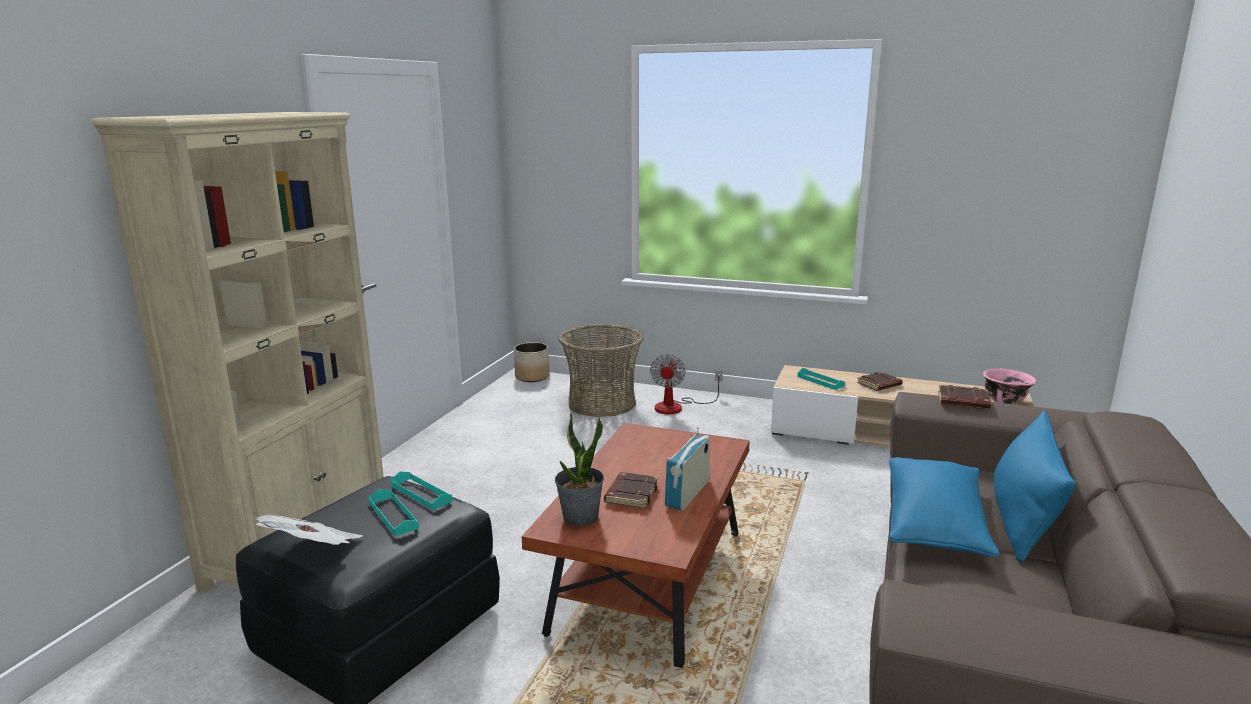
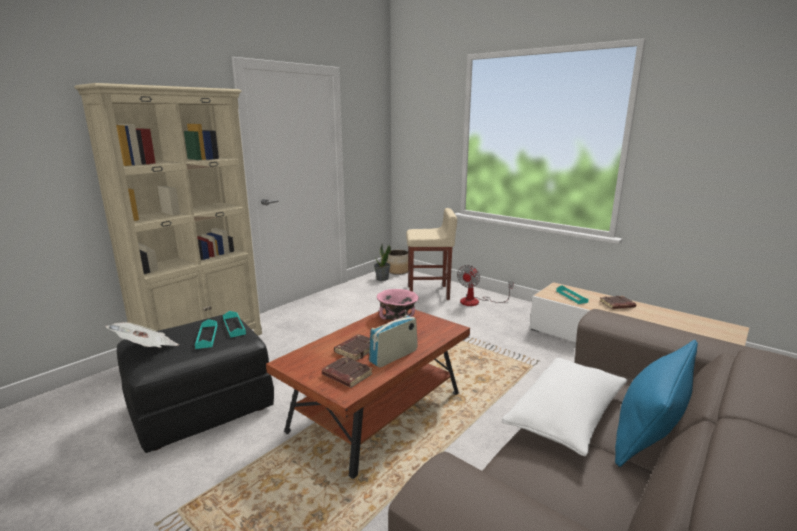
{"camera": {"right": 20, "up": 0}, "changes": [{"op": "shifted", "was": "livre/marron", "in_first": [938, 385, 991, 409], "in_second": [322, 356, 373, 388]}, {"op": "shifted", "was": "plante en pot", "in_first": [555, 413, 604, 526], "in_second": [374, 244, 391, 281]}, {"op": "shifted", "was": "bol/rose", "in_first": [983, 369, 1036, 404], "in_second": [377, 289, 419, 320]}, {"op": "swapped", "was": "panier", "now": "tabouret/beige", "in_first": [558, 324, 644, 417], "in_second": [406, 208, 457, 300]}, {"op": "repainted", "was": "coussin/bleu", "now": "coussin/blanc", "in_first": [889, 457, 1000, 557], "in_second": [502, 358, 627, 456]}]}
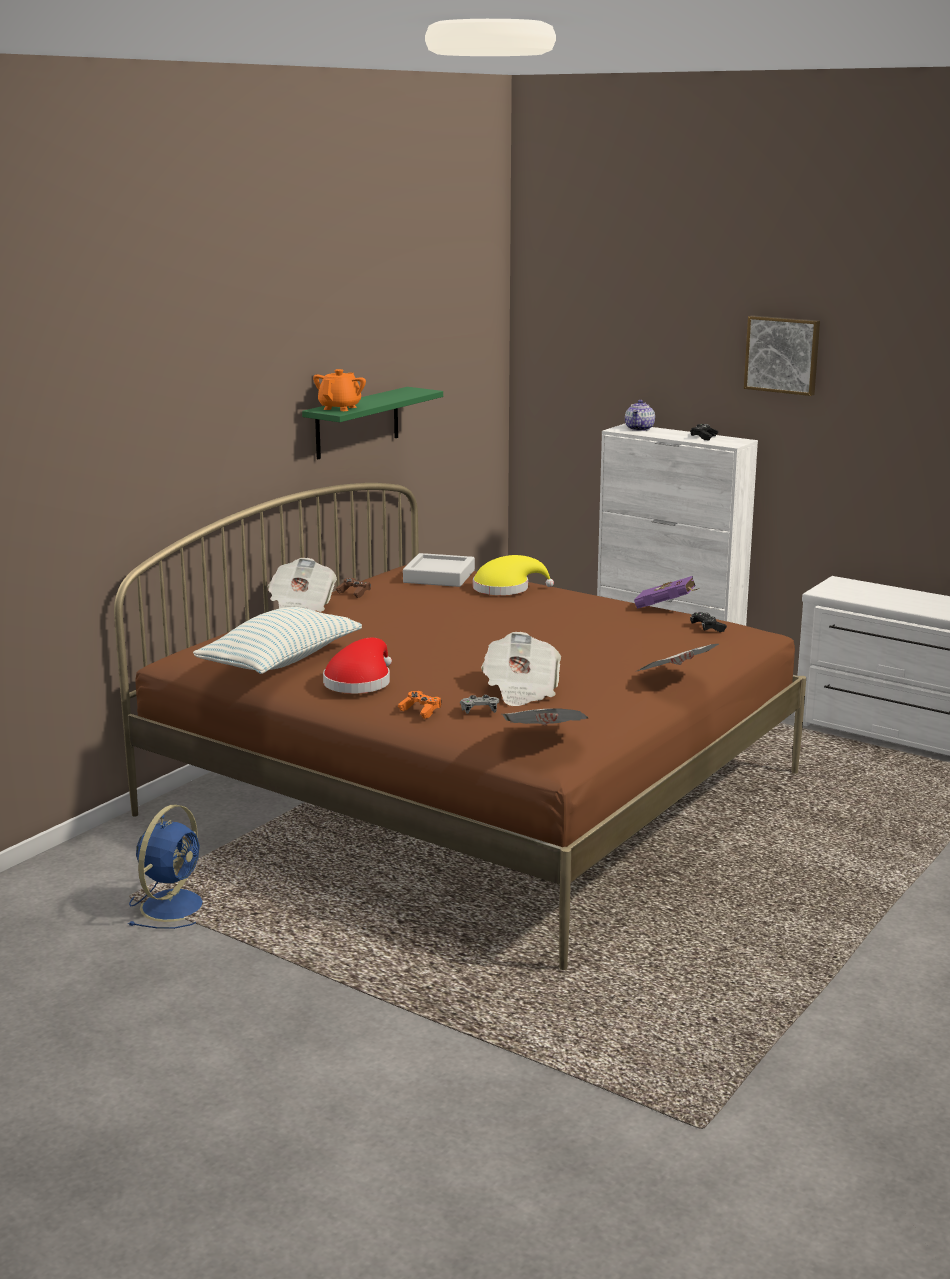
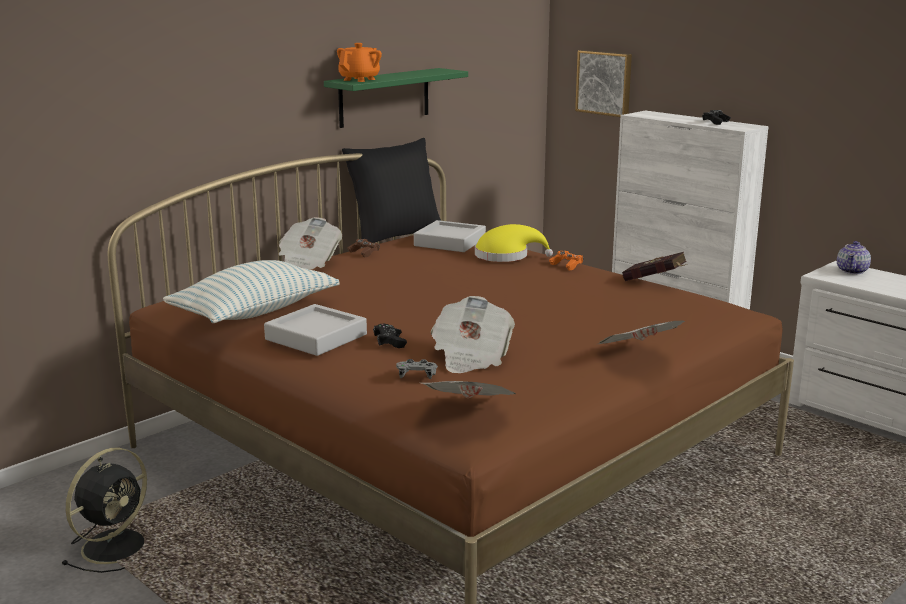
{"camera": {"right": 10, "up": 0}, "changes": [{"op": "repainted", "was": "ventilateur/bleu", "now": "ventilateur/noir", "in_first": [128, 805, 203, 929], "in_second": [61, 447, 147, 573]}, {"op": "swapped", "was": "chapeau/rouge", "now": "plateau/gris", "in_first": [323, 638, 392, 693], "in_second": [264, 304, 367, 356]}, {"op": "new", "now": "coussin/noir", "in_second": [342, 138, 441, 243]}, {"op": "shifted", "was": "manette/noir", "in_first": [690, 612, 727, 632], "in_second": [373, 324, 407, 348]}, {"op": "shifted", "was": "manette/orange", "in_first": [398, 691, 442, 719], "in_second": [549, 251, 584, 270]}, {"op": "shifted", "was": "tableau", "in_first": [744, 315, 820, 396], "in_second": [575, 50, 632, 117]}, {"op": "repainted", "was": "livre/violet", "now": "livre/rouge", "in_first": [634, 576, 700, 609], "in_second": [622, 252, 688, 281]}, {"op": "shifted", "was": "théière", "in_first": [625, 400, 655, 431], "in_second": [837, 241, 871, 274]}]}
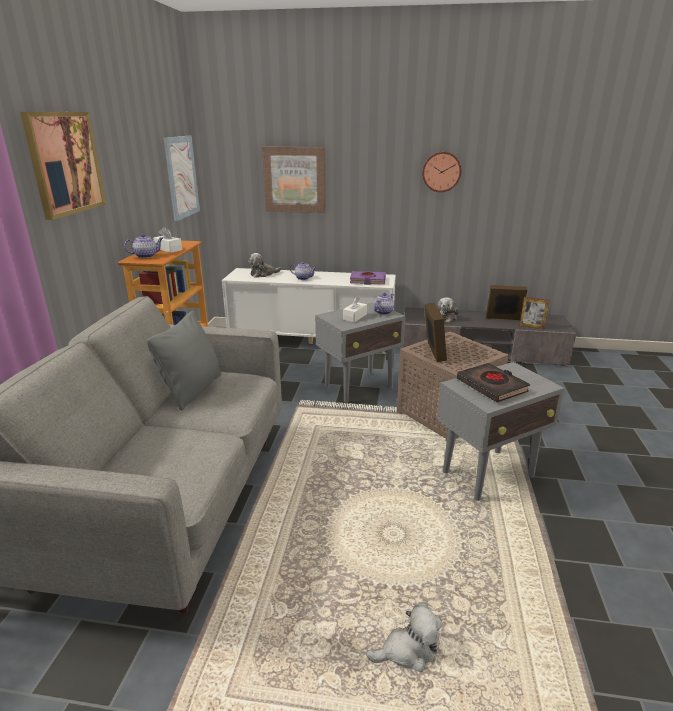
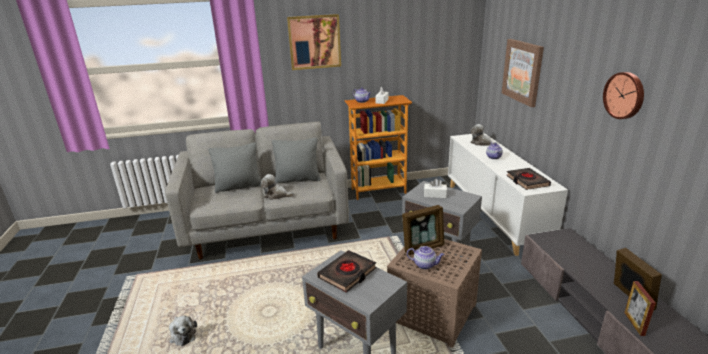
{"camera": {"right": 70, "up": 0}, "changes": [{"op": "new", "now": "coussin/gris", "in_second": [208, 142, 261, 193]}, {"op": "shifted", "was": "peluche", "in_first": [438, 297, 459, 323], "in_second": [261, 174, 294, 200]}, {"op": "shifted", "was": "théière", "in_first": [373, 293, 394, 315], "in_second": [407, 246, 444, 269]}, {"op": "repainted", "was": "livre/violet", "now": "livre/noir", "in_first": [350, 271, 386, 285], "in_second": [506, 168, 551, 190]}, {"op": "gone", "was": "tableau", "in_first": [163, 135, 200, 221]}]}
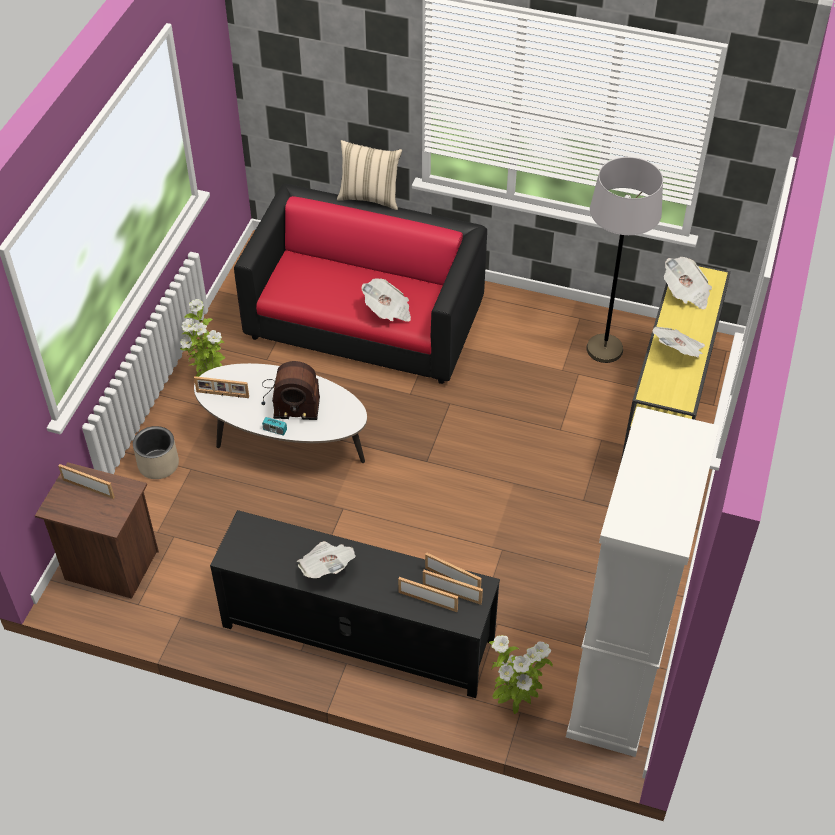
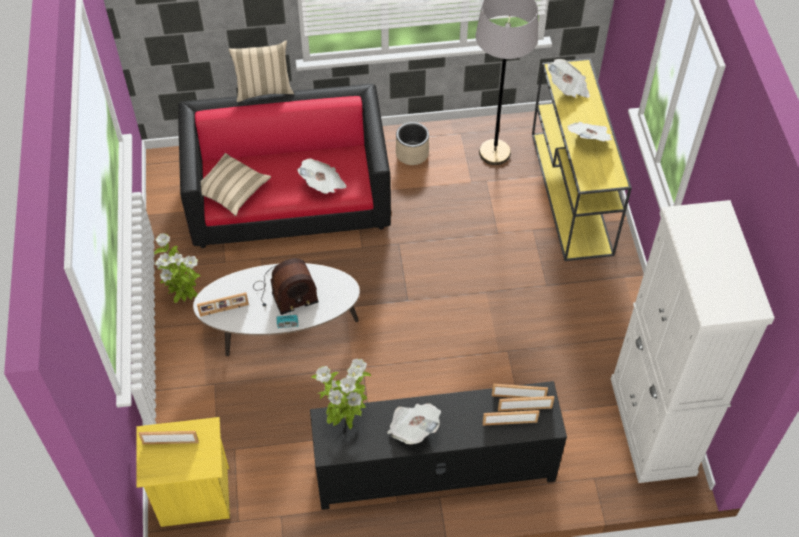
{"camera": {"right": -25, "up": 5}, "changes": [{"op": "repainted", "was": "table de chevet/marron", "now": "table de chevet/jaune", "in_first": [35, 462, 159, 599], "in_second": [136, 417, 230, 527]}, {"op": "new", "now": "coussin/beige", "in_second": [201, 153, 271, 216]}, {"op": "shifted", "was": "plante en pot", "in_first": [489, 635, 553, 714], "in_second": [311, 359, 371, 429]}, {"op": "shifted", "was": "cache-pot/beige", "in_first": [133, 426, 179, 479], "in_second": [396, 122, 429, 165]}]}
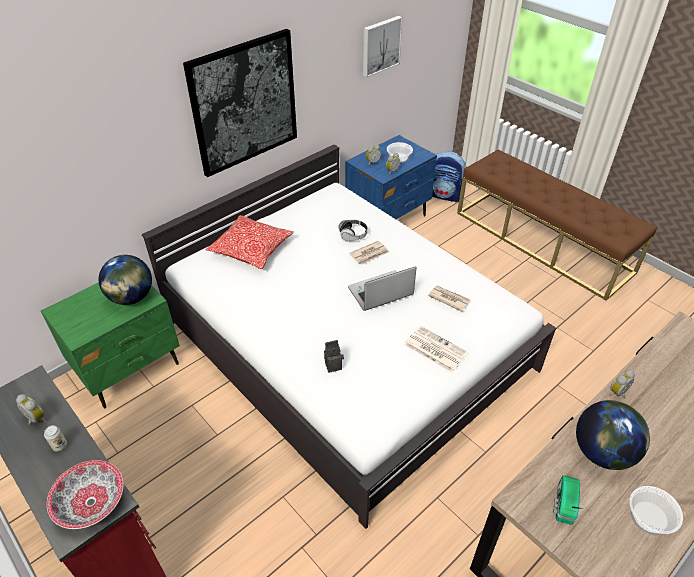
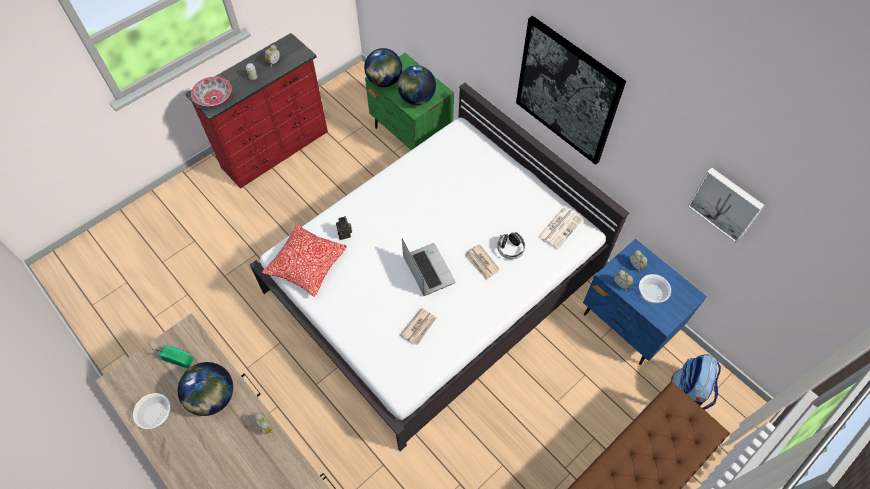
{"camera": {"right": 90, "up": 15}, "changes": [{"op": "shifted", "was": "coussin", "in_first": [206, 215, 294, 269], "in_second": [262, 224, 347, 297]}, {"op": "new", "now": "globe", "in_second": [364, 48, 402, 87]}, {"op": "shifted", "was": "journal", "in_first": [404, 326, 469, 373], "in_second": [538, 207, 583, 250]}]}
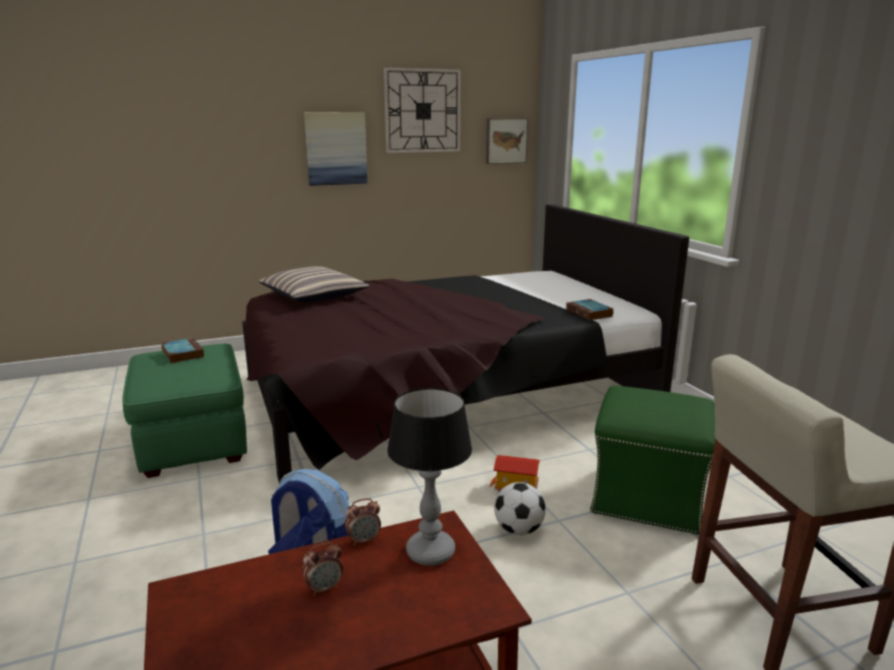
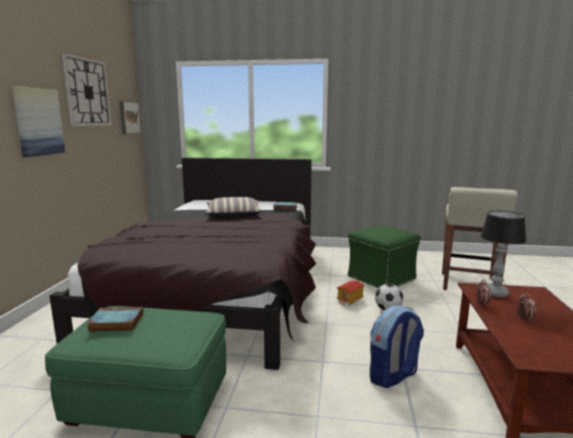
{"camera": {"right": -60, "up": -5}, "changes": [{"op": "shifted", "was": "coussin", "in_first": [259, 266, 369, 303], "in_second": [205, 197, 262, 218]}]}
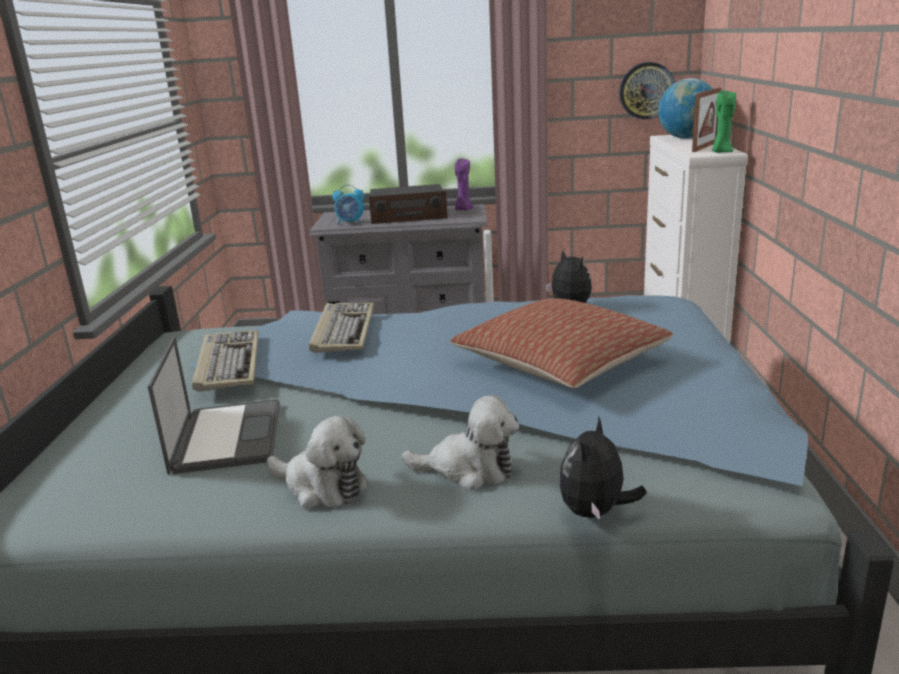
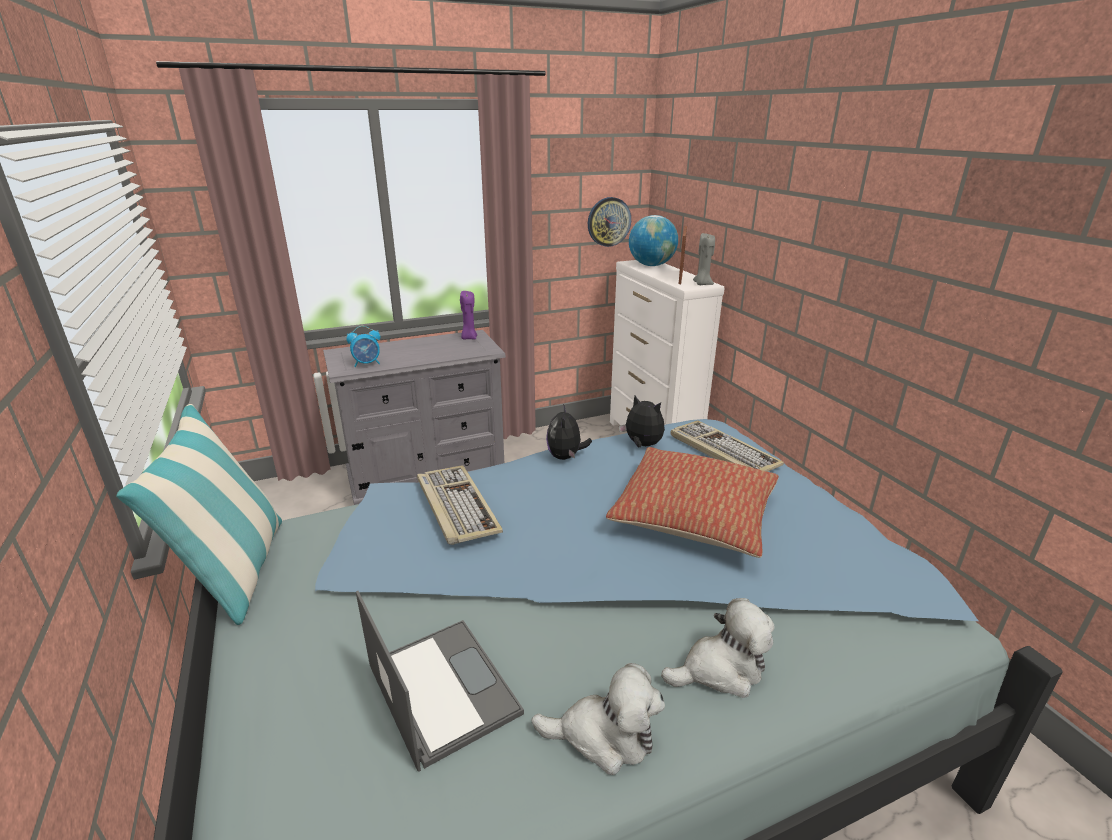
{"camera": {"right": -25, "up": 5}, "changes": [{"op": "new", "now": "coussin", "in_second": [116, 404, 282, 625]}, {"op": "shifted", "was": "peluche", "in_first": [559, 415, 647, 520], "in_second": [546, 404, 592, 460]}, {"op": "shifted", "was": "clavier", "in_first": [192, 330, 259, 392], "in_second": [671, 420, 784, 472]}, {"op": "repainted", "was": "bougie/vert", "now": "bougie/gris", "in_first": [712, 91, 736, 153], "in_second": [693, 233, 715, 285]}, {"op": "gone", "was": "radio", "in_first": [369, 184, 448, 224]}]}
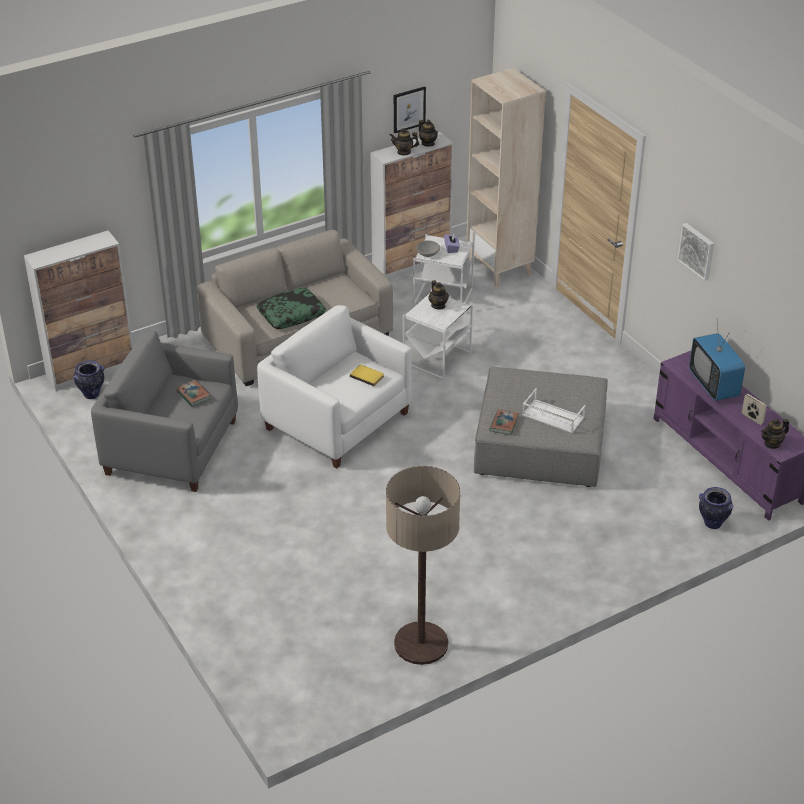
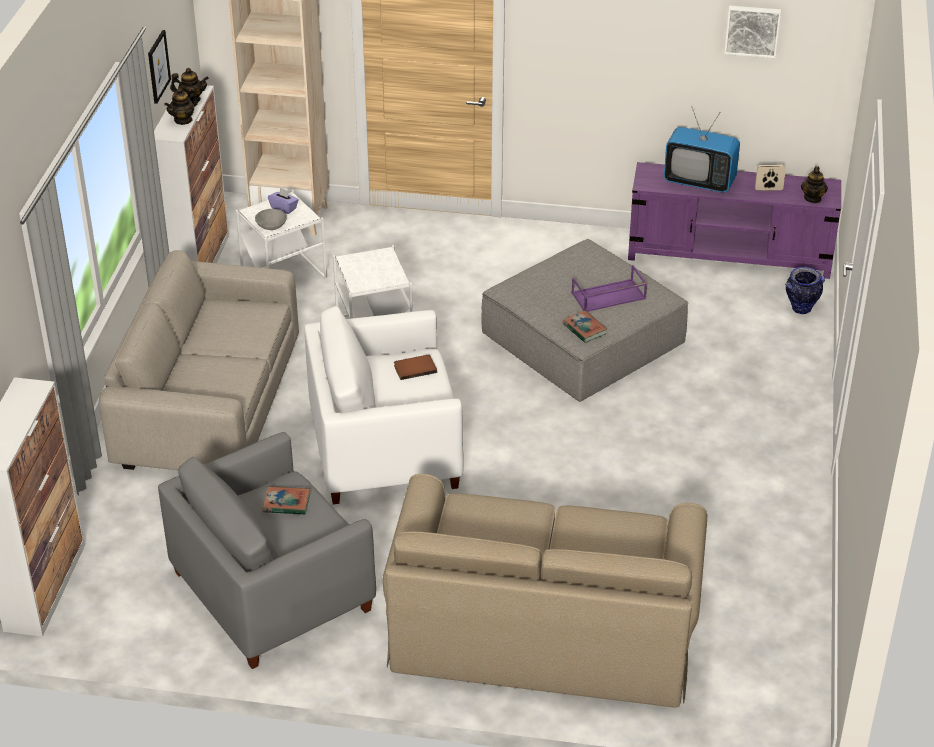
{"camera": {"right": -50, "up": 0}, "changes": [{"op": "new", "now": "canapé/beige", "in_second": [383, 474, 707, 707]}, {"op": "repainted", "was": "livre/jaune", "now": "livre/marron", "in_first": [350, 365, 384, 386], "in_second": [394, 355, 437, 380]}, {"op": "repainted", "was": "plateau/blanc", "now": "plateau/violet", "in_first": [522, 388, 585, 433], "in_second": [572, 265, 647, 312]}, {"op": "shifted", "was": "tableau", "in_first": [678, 223, 714, 281], "in_second": [724, 6, 781, 58]}, {"op": "gone", "was": "vase", "in_first": [73, 360, 104, 399]}, {"op": "gone", "was": "coussin", "in_first": [256, 288, 326, 329]}, {"op": "gone", "was": "lampadaire", "in_first": [386, 466, 460, 665]}, {"op": "gone", "was": "théière", "in_first": [428, 280, 449, 310]}]}
